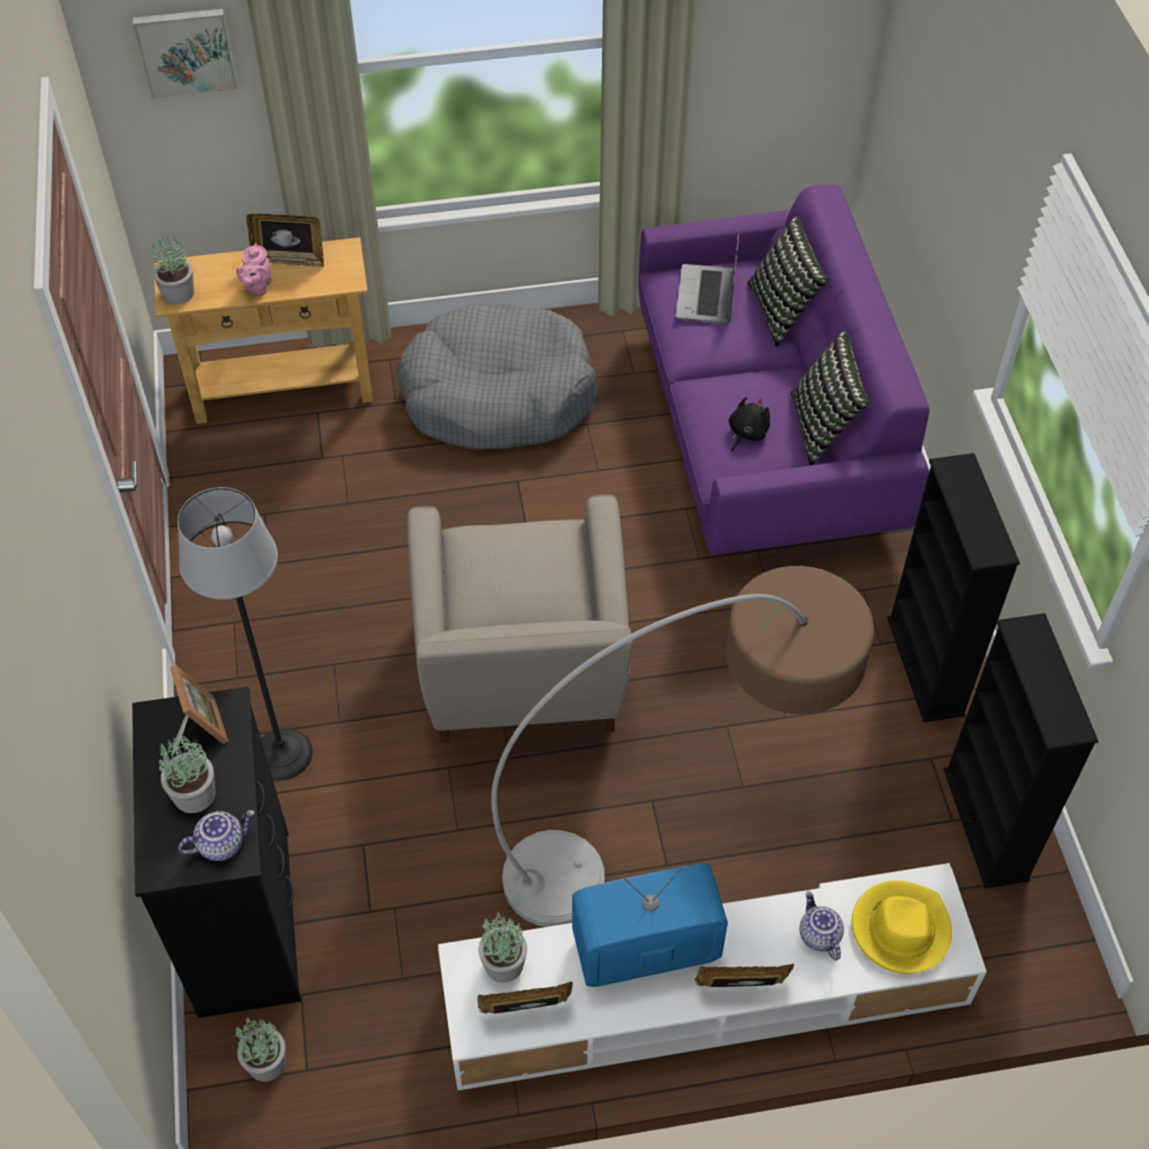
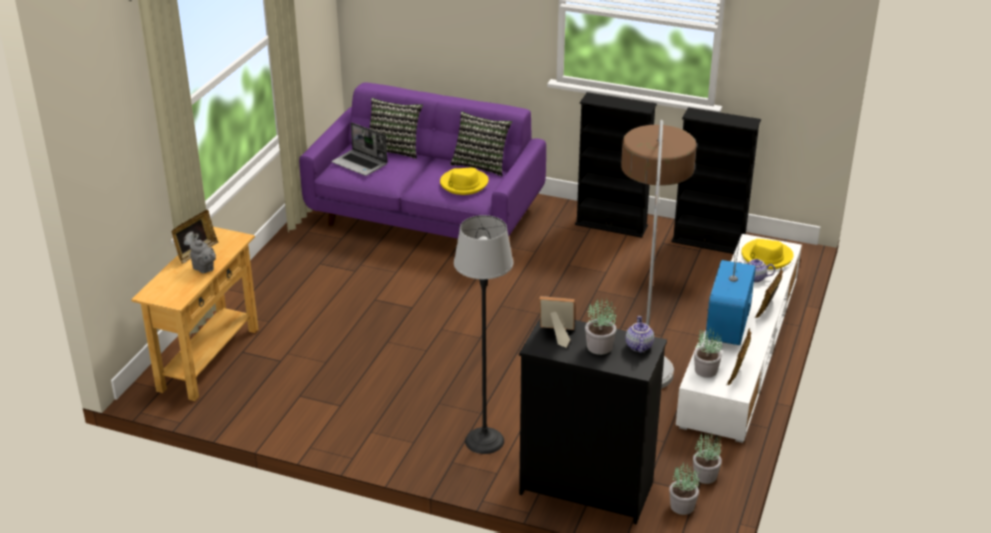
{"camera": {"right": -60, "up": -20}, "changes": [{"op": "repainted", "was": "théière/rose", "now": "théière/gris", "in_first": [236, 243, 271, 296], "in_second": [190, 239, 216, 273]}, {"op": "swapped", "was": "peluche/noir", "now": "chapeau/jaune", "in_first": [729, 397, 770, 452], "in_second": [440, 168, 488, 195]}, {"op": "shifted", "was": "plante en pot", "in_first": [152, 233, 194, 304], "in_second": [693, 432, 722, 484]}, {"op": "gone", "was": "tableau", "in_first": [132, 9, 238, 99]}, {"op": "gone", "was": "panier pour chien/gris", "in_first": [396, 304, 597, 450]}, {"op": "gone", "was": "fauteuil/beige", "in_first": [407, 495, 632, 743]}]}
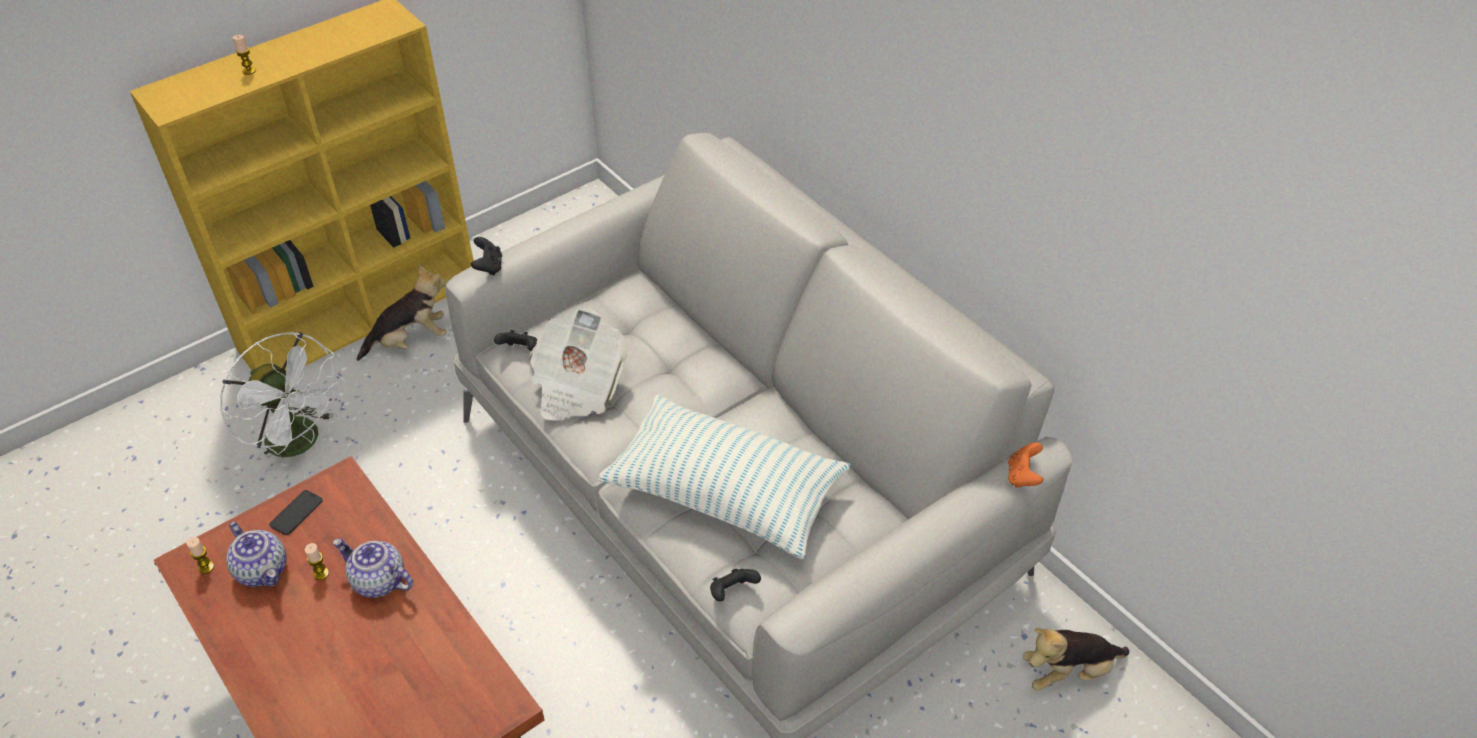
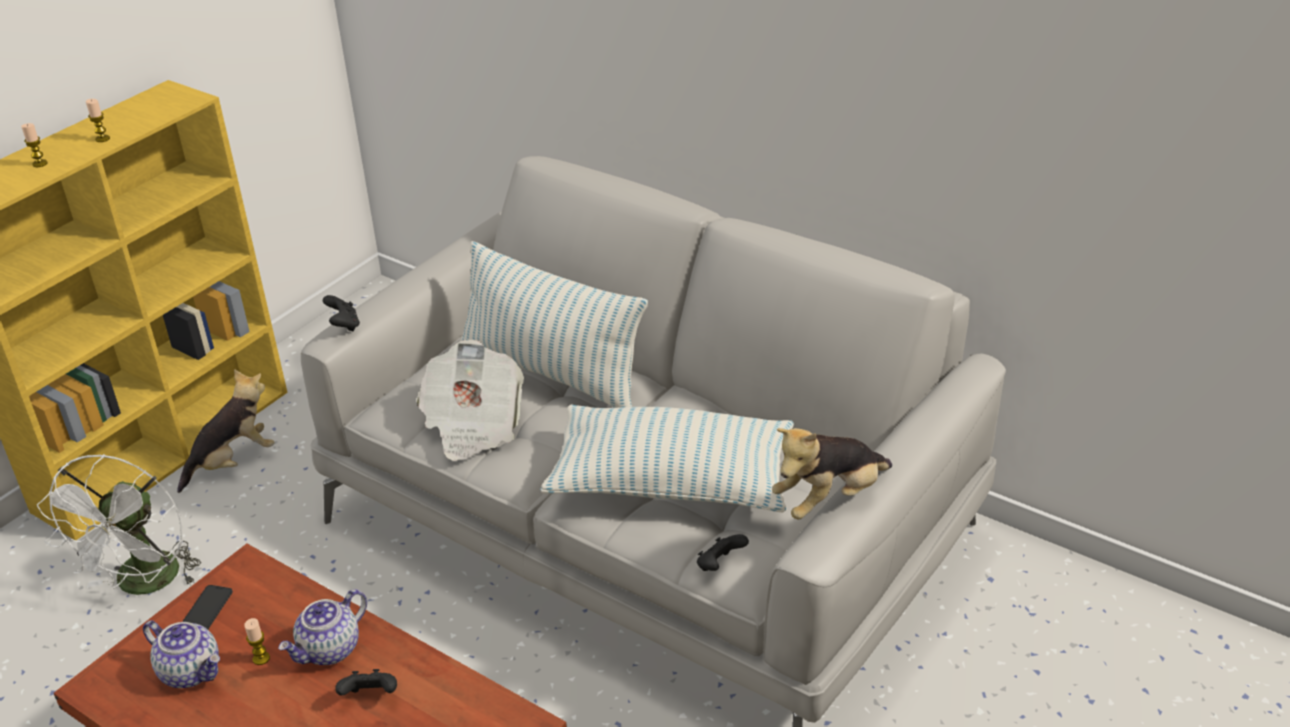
{"camera": {"right": -15, "up": -10}, "changes": [{"op": "rotated", "was": "ventilateur/blanc", "in_first": [220, 332, 345, 475], "in_second": [37, 454, 201, 595], "clockwise": 75}, {"op": "shifted", "was": "bougie", "in_first": [186, 537, 214, 574], "in_second": [86, 99, 110, 142]}, {"op": "rotated", "was": "théière", "in_first": [333, 539, 413, 598], "in_second": [278, 589, 367, 665], "clockwise": -60}, {"op": "shifted", "was": "manette/noir", "in_first": [494, 330, 537, 351], "in_second": [335, 669, 397, 696]}, {"op": "new", "now": "coussin", "in_second": [460, 241, 648, 408]}, {"op": "shifted", "was": "peluche", "in_first": [1023, 628, 1129, 691], "in_second": [772, 428, 892, 520]}, {"op": "gone", "was": "manette/orange", "in_first": [1008, 442, 1043, 488]}]}
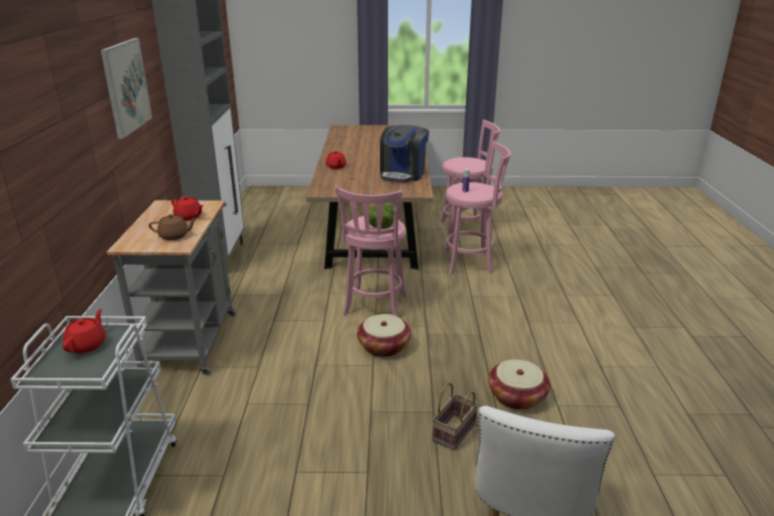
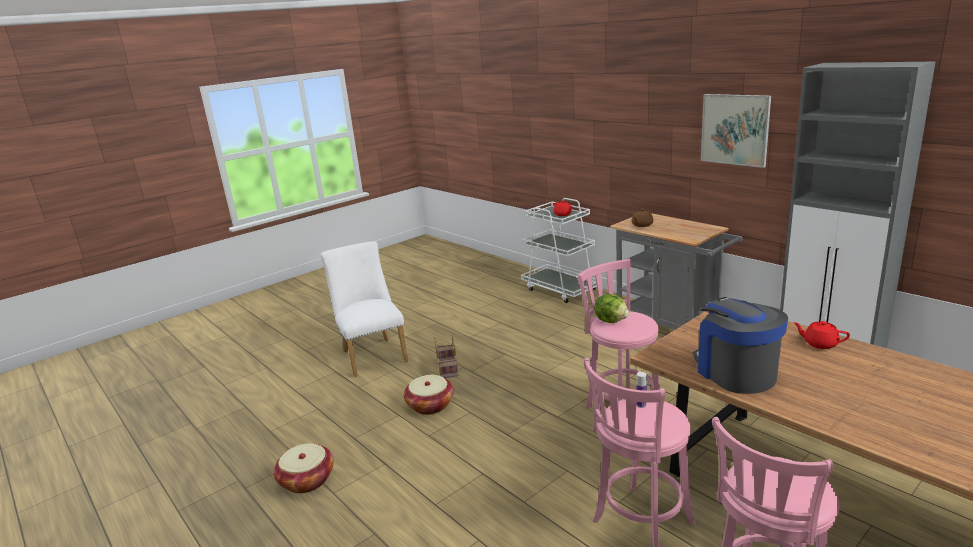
{"camera": {"right": 140, "up": -5}, "changes": [{"op": "shifted", "was": "panier", "in_first": [357, 314, 411, 357], "in_second": [273, 444, 334, 493]}, {"op": "gone", "was": "théière/rouge", "in_first": [171, 196, 204, 221]}]}
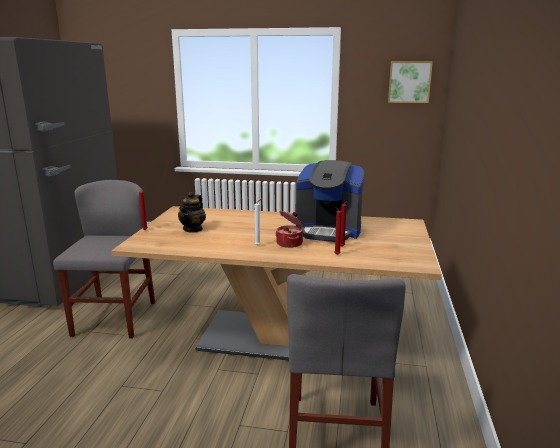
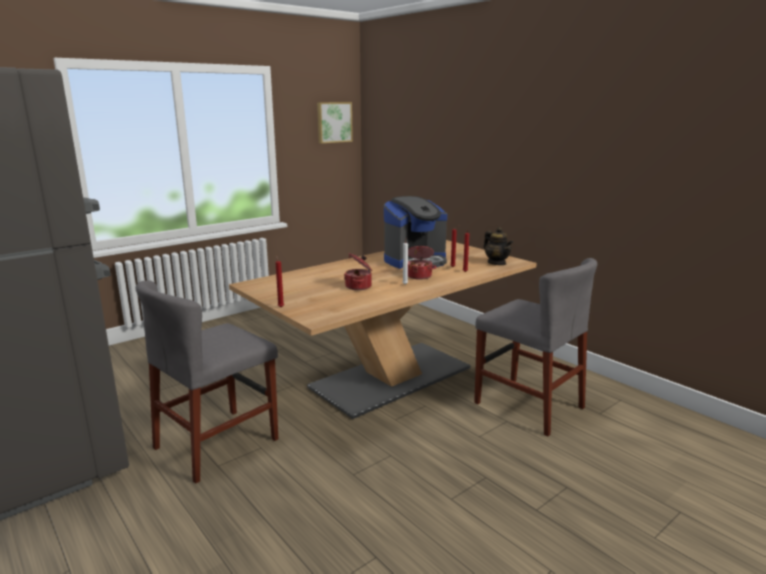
{"camera": {"right": -50, "up": 0}, "changes": [{"op": "rotated", "was": "chaise/gris", "in_first": [53, 180, 155, 339], "in_second": [136, 280, 278, 484], "clockwise": -90}, {"op": "new", "now": "marmite", "in_second": [344, 253, 372, 290]}, {"op": "shifted", "was": "théière", "in_first": [178, 192, 206, 233], "in_second": [484, 227, 513, 265]}]}
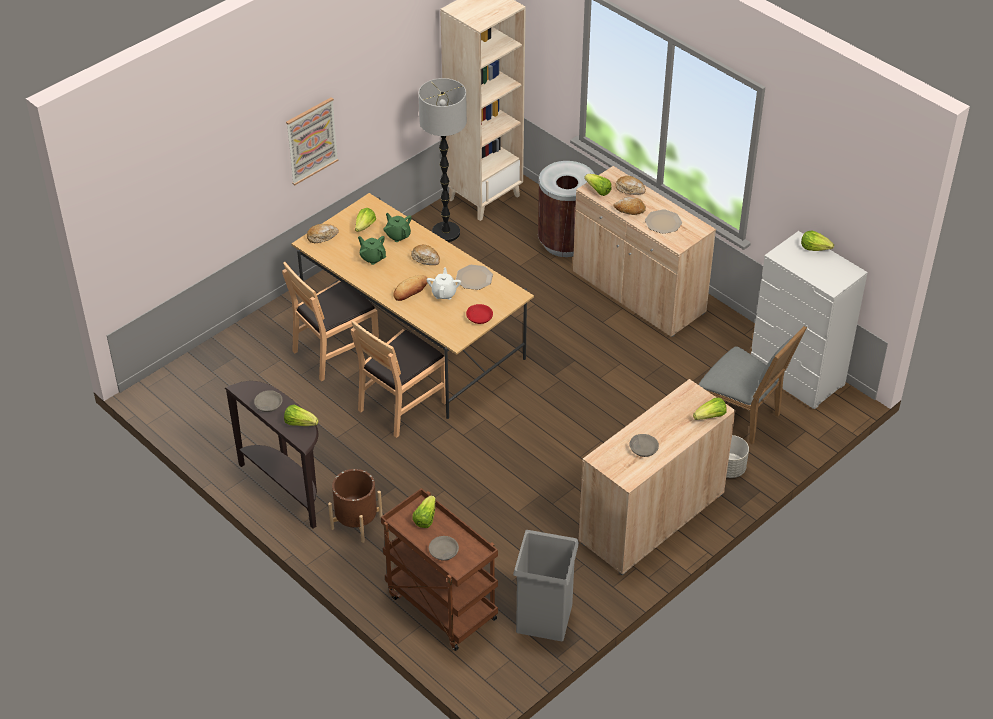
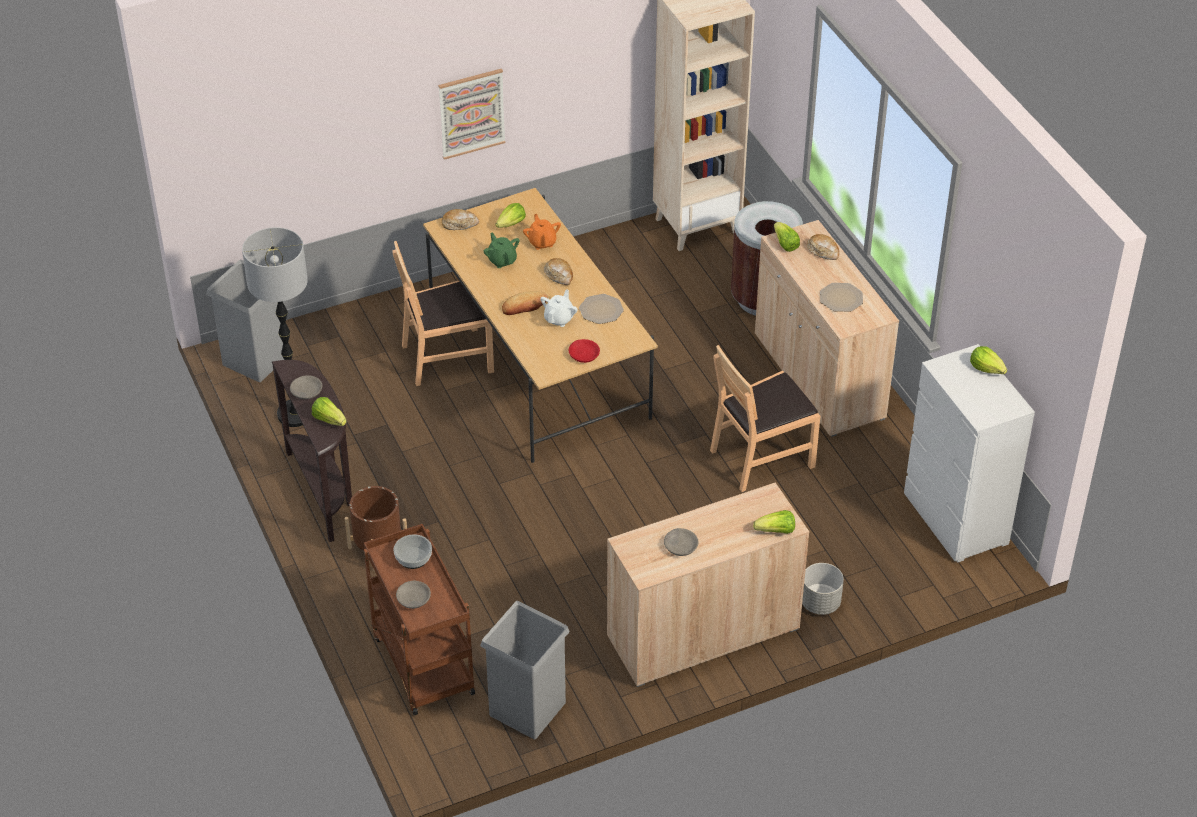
{"camera": {"right": 20, "up": 0}, "changes": [{"op": "new", "now": "poubelle/gris", "in_second": [207, 260, 284, 382]}, {"op": "shifted", "was": "lampadaire", "in_first": [418, 78, 467, 242], "in_second": [242, 227, 308, 427]}, {"op": "swapped", "was": "laitue", "now": "bol", "in_first": [412, 495, 436, 528], "in_second": [394, 534, 432, 569]}, {"op": "repainted", "was": "théière/vert", "now": "théière/orange", "in_first": [383, 213, 412, 242], "in_second": [523, 214, 561, 250]}, {"op": "shifted", "was": "chaise/marron", "in_first": [351, 320, 446, 438], "in_second": [710, 345, 820, 492]}, {"op": "gone", "was": "pain", "in_first": [613, 197, 646, 215]}, {"op": "gone", "was": "chaise/gris", "in_first": [699, 325, 807, 444]}]}
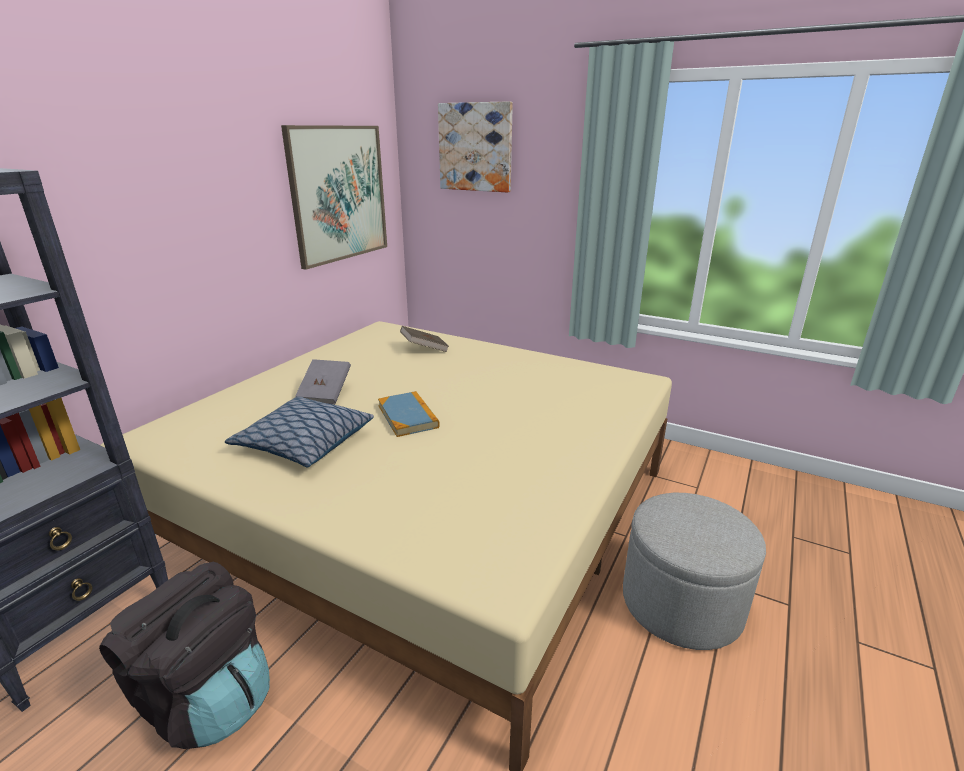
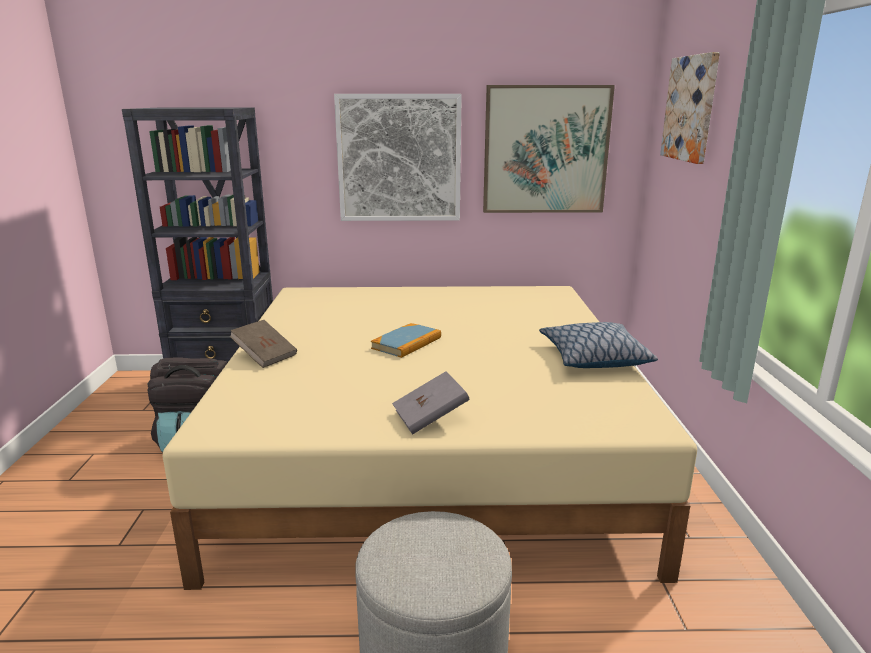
{"camera": {"right": 60, "up": -5}, "changes": [{"op": "shifted", "was": "livre/marron", "in_first": [400, 326, 449, 352], "in_second": [229, 320, 297, 368]}, {"op": "new", "now": "tableau", "in_second": [334, 94, 462, 221]}, {"op": "shifted", "was": "livre/gris", "in_first": [295, 359, 351, 404], "in_second": [392, 371, 470, 435]}, {"op": "shifted", "was": "coussin", "in_first": [225, 396, 374, 468], "in_second": [539, 322, 658, 368]}]}
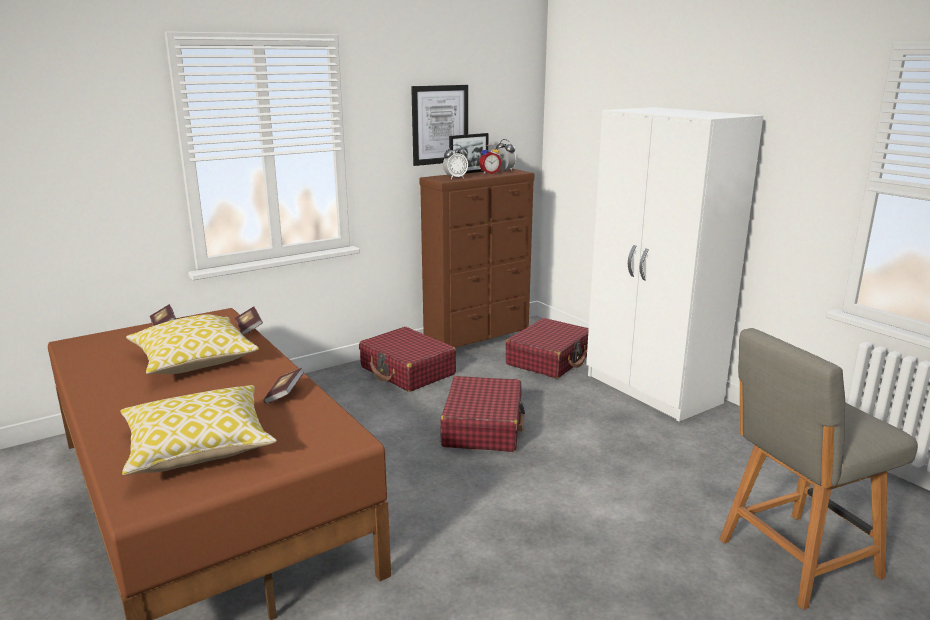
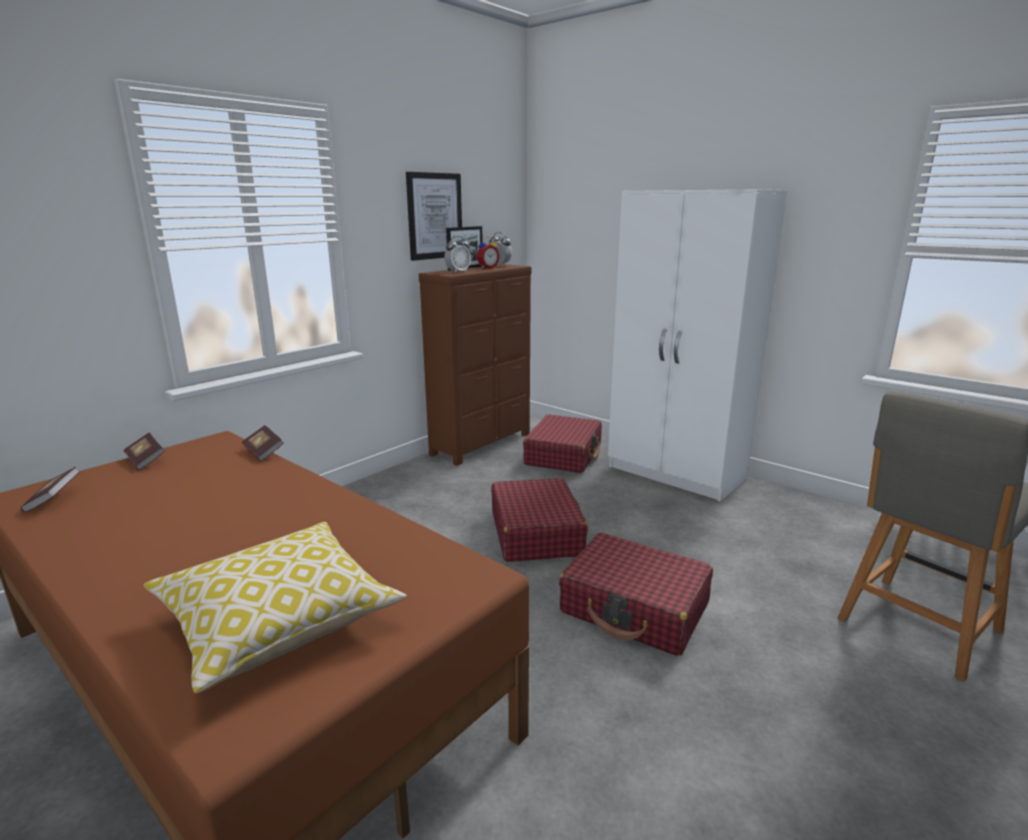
{"camera": {"right": -15, "up": 0}, "changes": [{"op": "shifted", "was": "livre", "in_first": [264, 368, 304, 404], "in_second": [20, 467, 80, 512]}, {"op": "shifted", "was": "valise/rouge", "in_first": [359, 327, 456, 392], "in_second": [559, 533, 713, 656]}, {"op": "gone", "was": "coussin", "in_first": [126, 314, 259, 374]}]}
